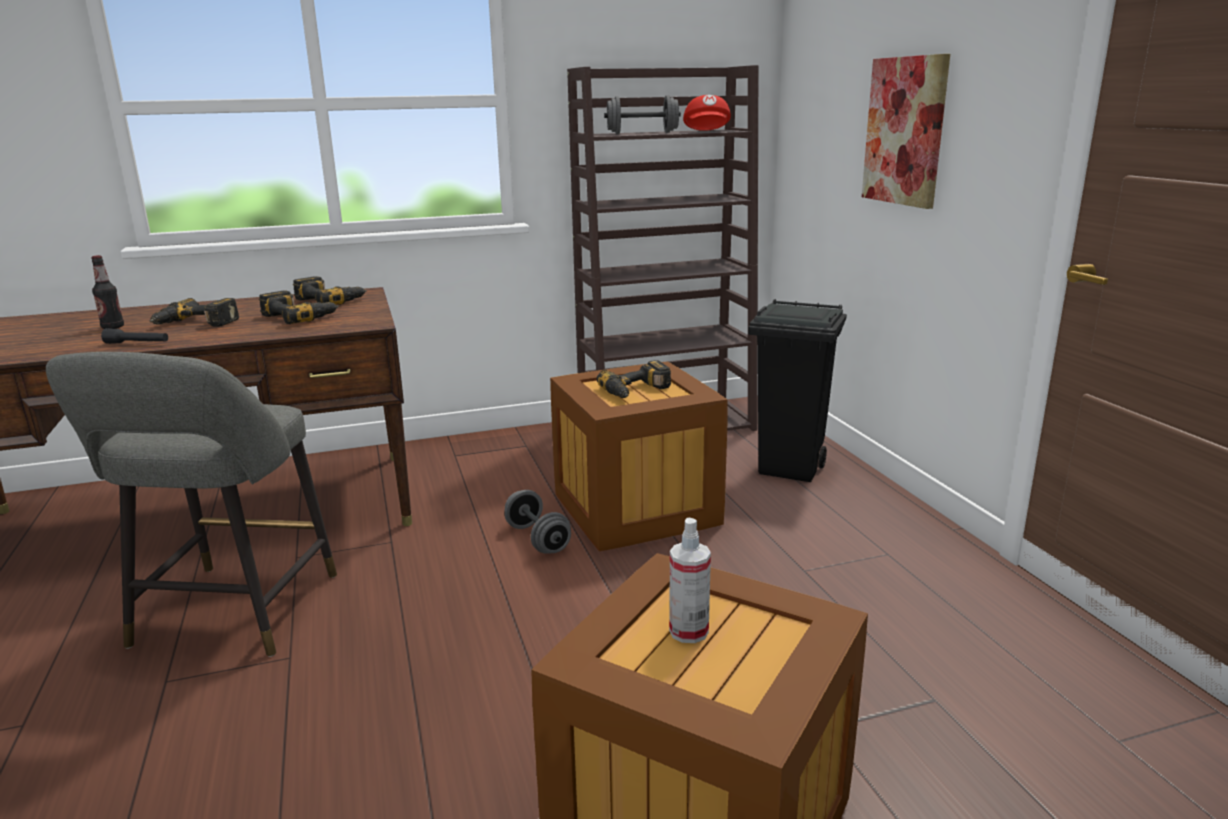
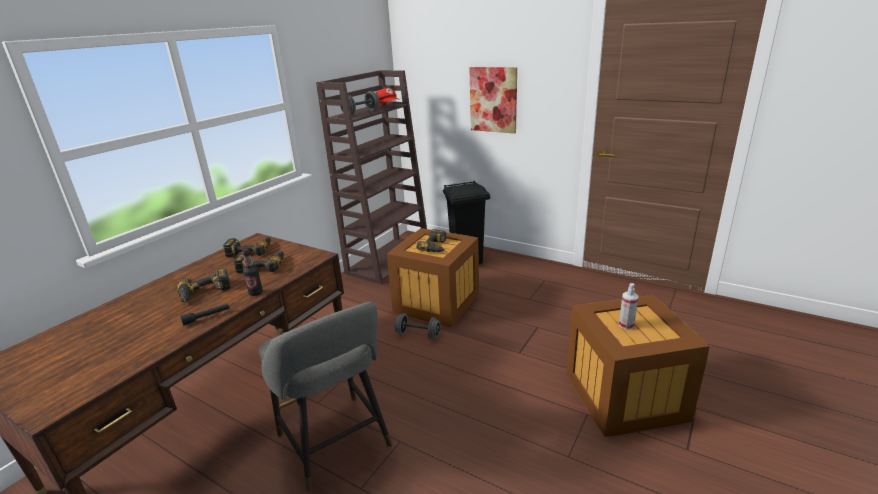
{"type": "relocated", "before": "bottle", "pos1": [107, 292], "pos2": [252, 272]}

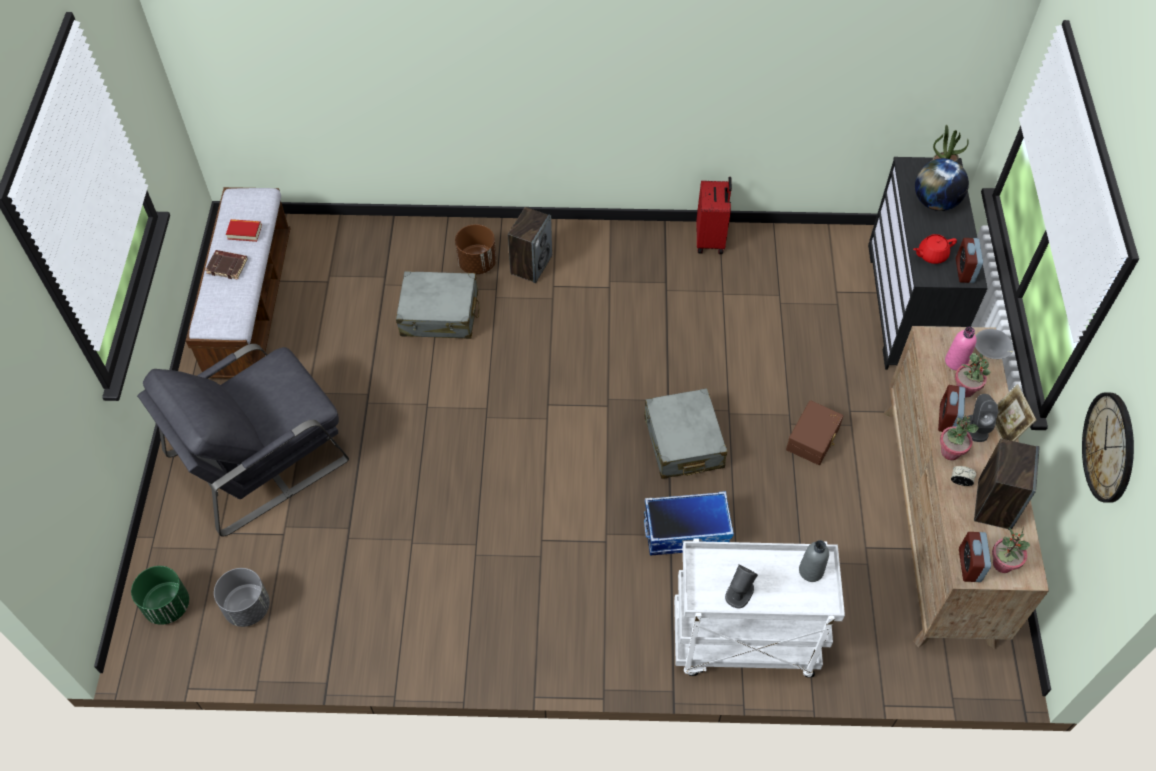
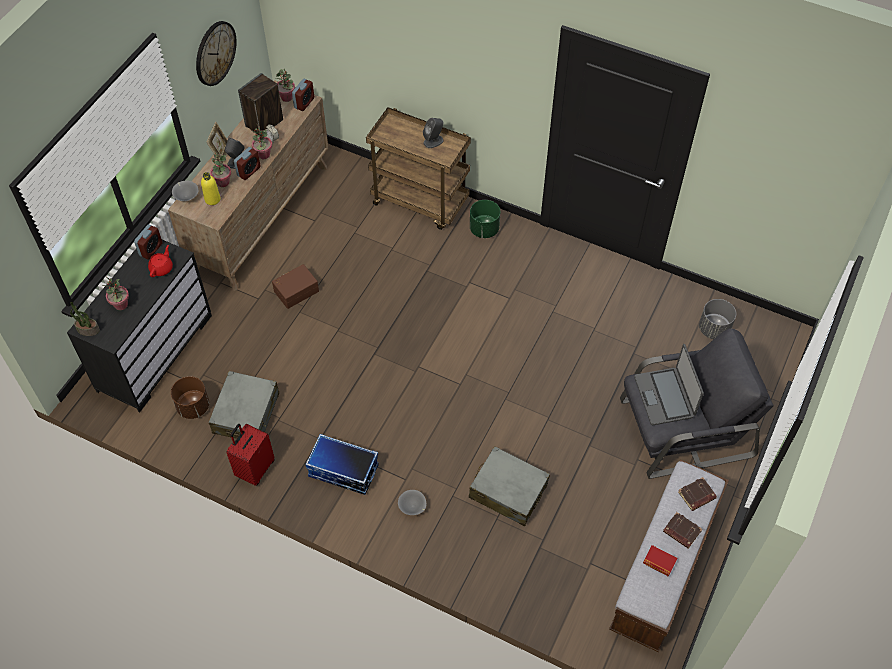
{"type": "relocated", "before": "green planter", "pos1": [160, 595], "pos2": [485, 219]}
{"type": "relocated", "before": "brown planter", "pos1": [475, 249], "pos2": [190, 397]}
{"type": "exchanged", "before": "speaker", "after": "grey bowl", "pos1": [530, 245], "pos2": [412, 502]}
{"type": "relocated", "before": "grey suitcase", "pos1": [685, 433], "pos2": [244, 405]}
{"type": "relocated", "before": "storage box", "pos1": [689, 523], "pos2": [342, 464]}
{"type": "colour", "before": "white cart", "after": "brown cart", "pos1": [759, 608], "pos2": [418, 168]}
{"type": "missing", "before": "grey bottle", "pos1": [814, 561]}
{"type": "spun", "before": "red teapot", "pos1": [935, 249], "pos2": [160, 261], "turn": -75}
{"type": "exchanged", "before": "globe", "after": "potted plant", "pos1": [942, 184], "pos2": [115, 293]}
{"type": "colour", "before": "pink bottle", "after": "yellow bottle", "pos1": [960, 349], "pos2": [210, 188]}
{"type": "appeared", "after": "laptop", "pos2": [669, 384]}
{"type": "appeared", "after": "brown book", "pos2": [697, 494]}

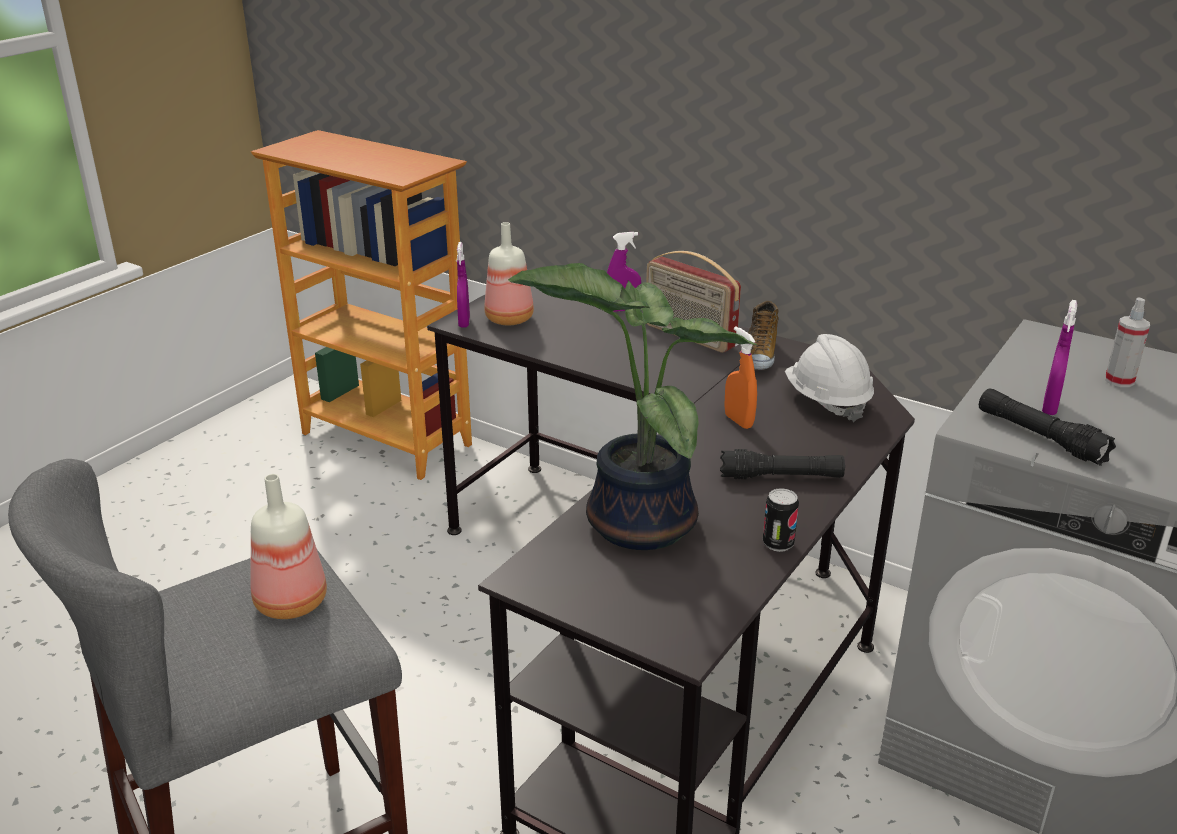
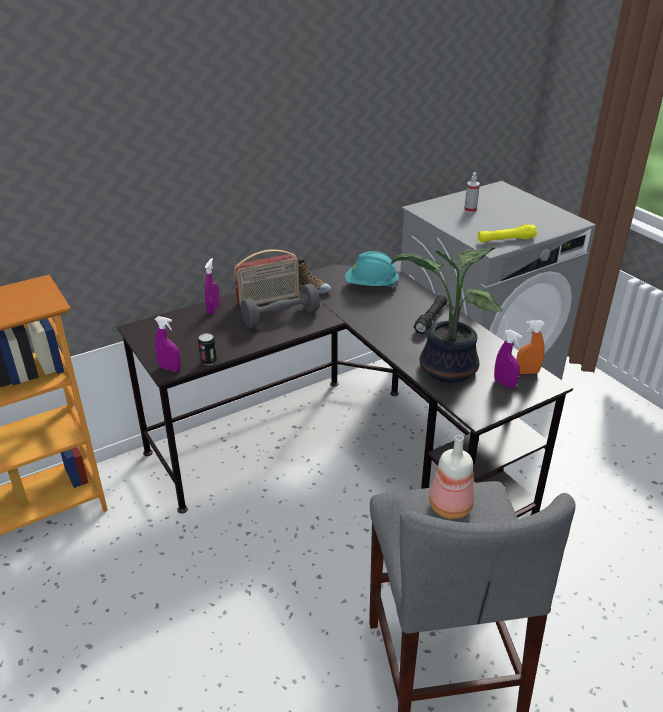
{"type": "missing", "before": "bottle", "pos1": [509, 273]}
{"type": "relocated", "before": "orange spray bottle", "pos1": [740, 378], "pos2": [530, 347]}
{"type": "relocated", "before": "can", "pos1": [781, 520], "pos2": [207, 349]}
{"type": "colour", "before": "white hard hat", "after": "turquoise hard hat", "pos1": [829, 378], "pos2": [372, 269]}
{"type": "colour", "before": "black flashlight", "after": "yellow flashlight", "pos1": [1047, 427], "pos2": [507, 233]}
{"type": "relocated", "before": "purple spray bottle", "pos1": [1059, 357], "pos2": [508, 359]}
{"type": "appeared", "after": "grey dumbbell", "pos2": [280, 305]}

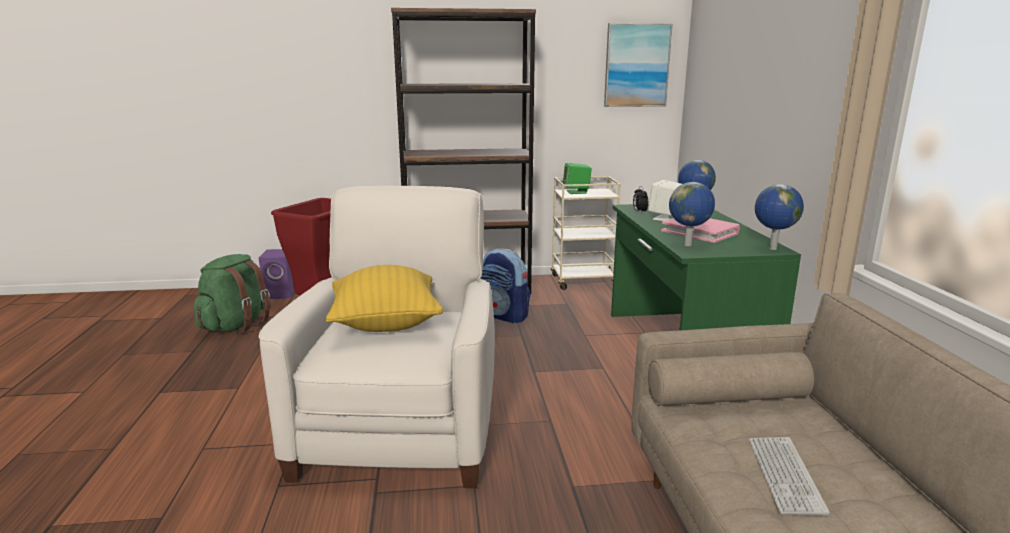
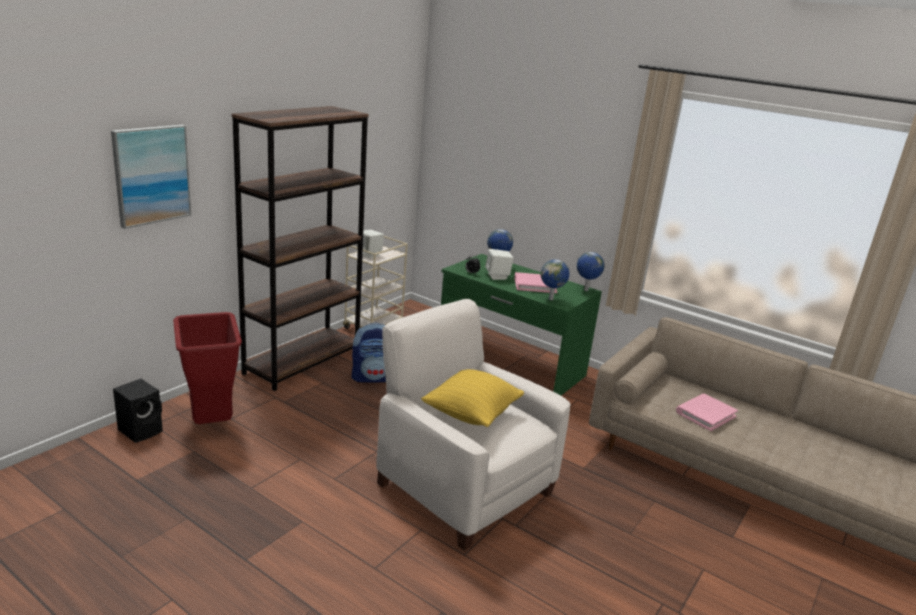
{"type": "missing", "before": "green backpack", "pos1": [232, 294]}
{"type": "colour", "before": "purple speaker", "after": "black speaker", "pos1": [277, 274], "pos2": [138, 411]}
{"type": "colour", "before": "green speaker", "after": "white speaker", "pos1": [577, 178], "pos2": [370, 244]}
{"type": "relocated", "before": "picture", "pos1": [638, 65], "pos2": [151, 177]}
{"type": "exchanged", "before": "keyboard", "after": "pink book", "pos1": [789, 476], "pos2": [707, 412]}

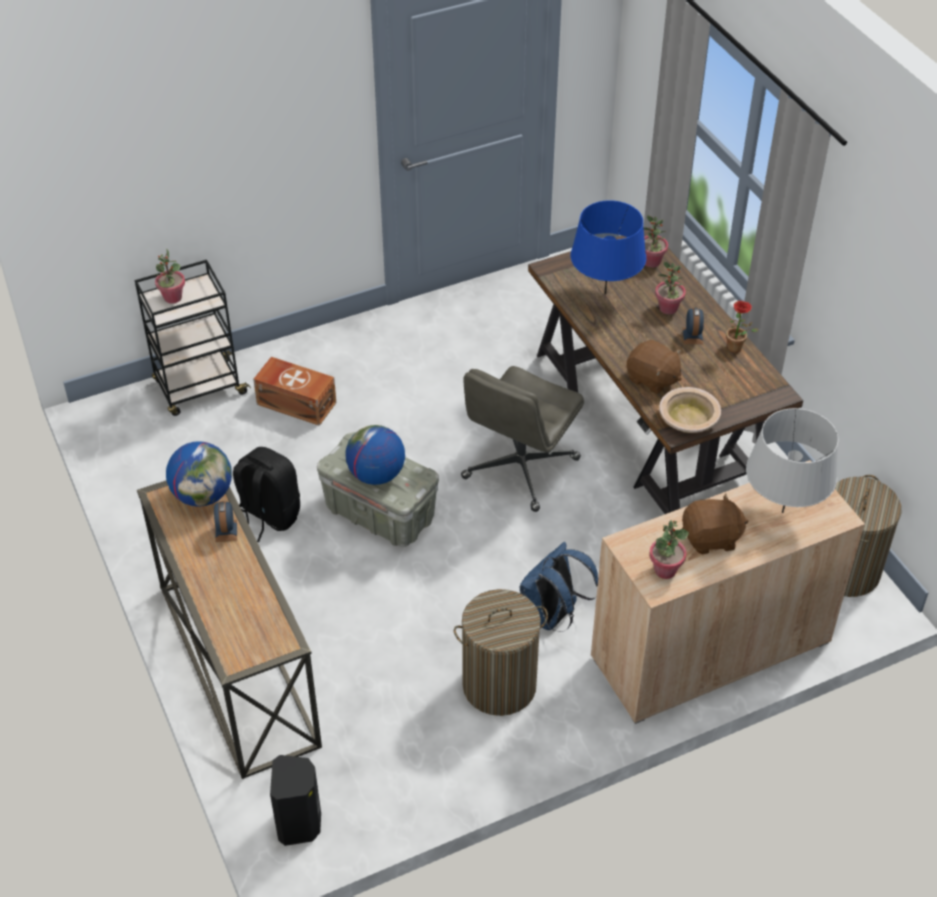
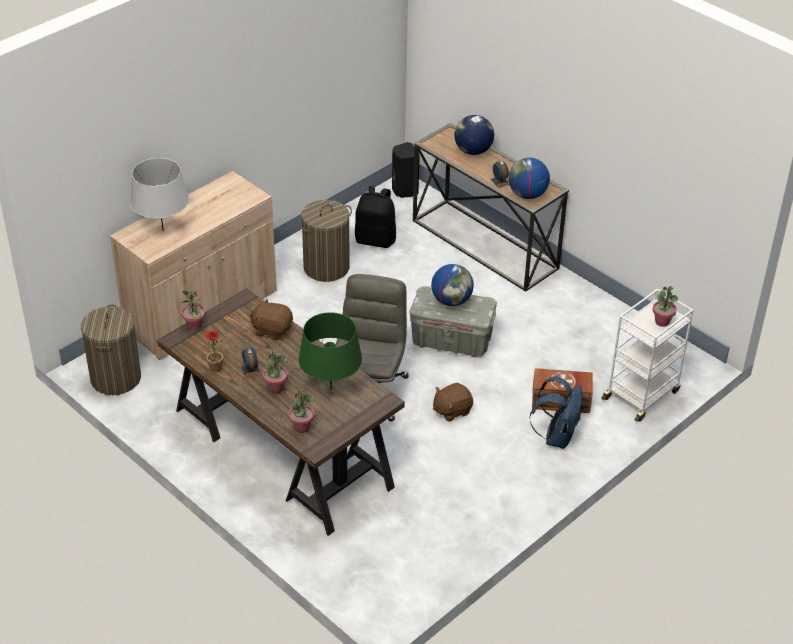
{"type": "colour", "before": "black cart", "after": "white cart", "pos1": [193, 338], "pos2": [647, 355]}
{"type": "relocated", "before": "black backpack", "pos1": [266, 494], "pos2": [375, 217]}
{"type": "relocated", "before": "blue backpack", "pos1": [559, 587], "pos2": [555, 412]}
{"type": "colour", "before": "blue table lamp", "after": "green table lamp", "pos1": [608, 247], "pos2": [330, 350]}
{"type": "relocated", "before": "potted plant", "pos1": [669, 549], "pos2": [193, 310]}
{"type": "missing", "before": "beige bowl", "pos1": [690, 410]}
{"type": "relocated", "before": "brown plush toy", "pos1": [715, 523], "pos2": [453, 402]}
{"type": "appeared", "after": "globe", "pos2": [474, 135]}

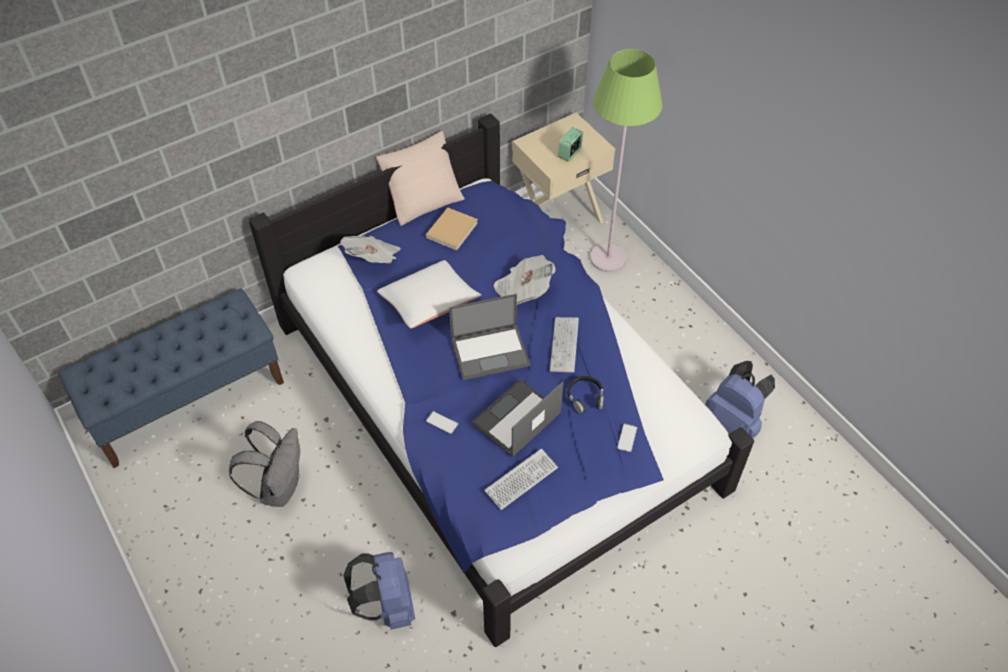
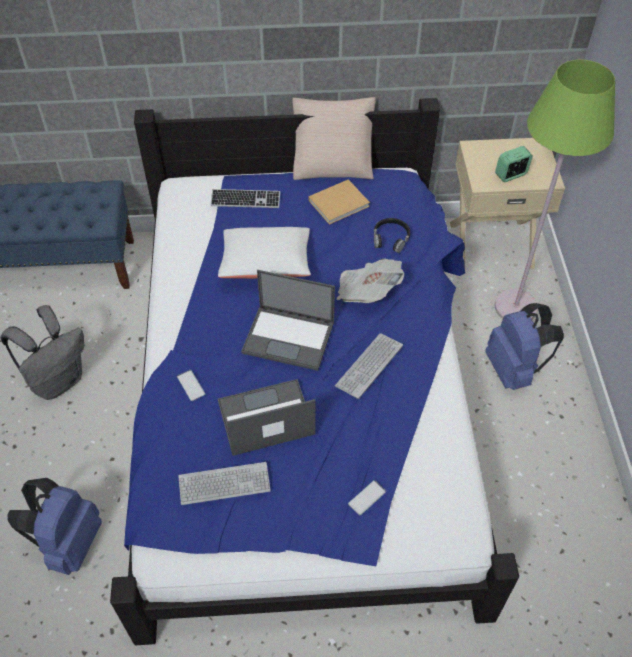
{"type": "exchanged", "before": "newspaper", "after": "keyboard", "pos1": [370, 249], "pos2": [245, 198]}
{"type": "relocated", "before": "black headphones", "pos1": [585, 395], "pos2": [392, 235]}
{"type": "relocated", "before": "blue backpack", "pos1": [740, 400], "pos2": [524, 346]}

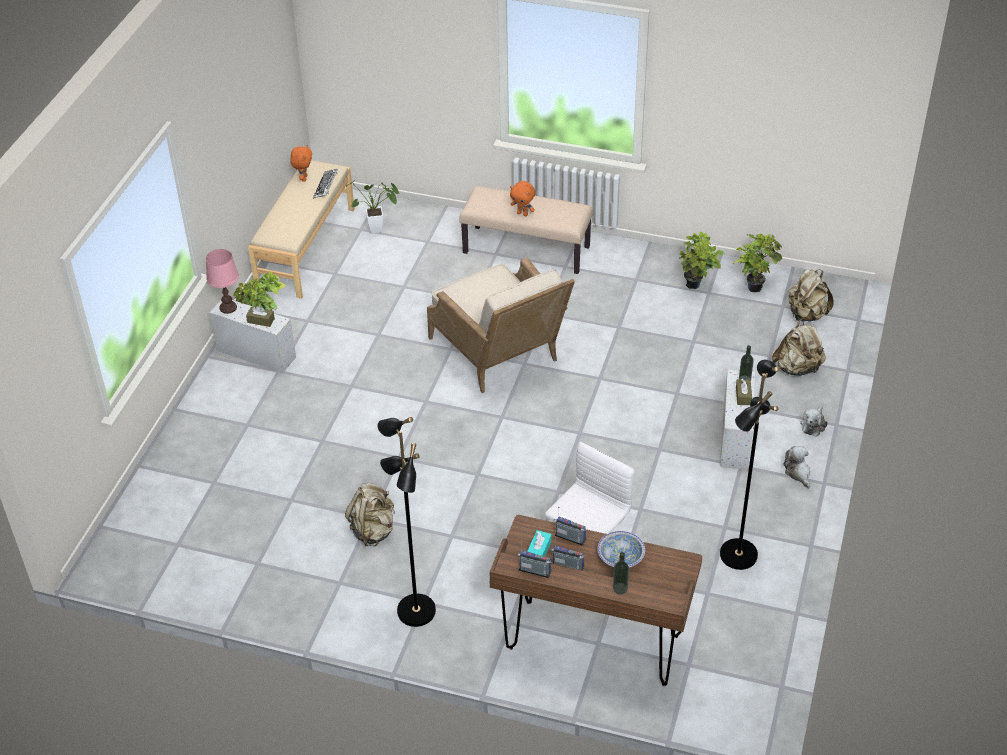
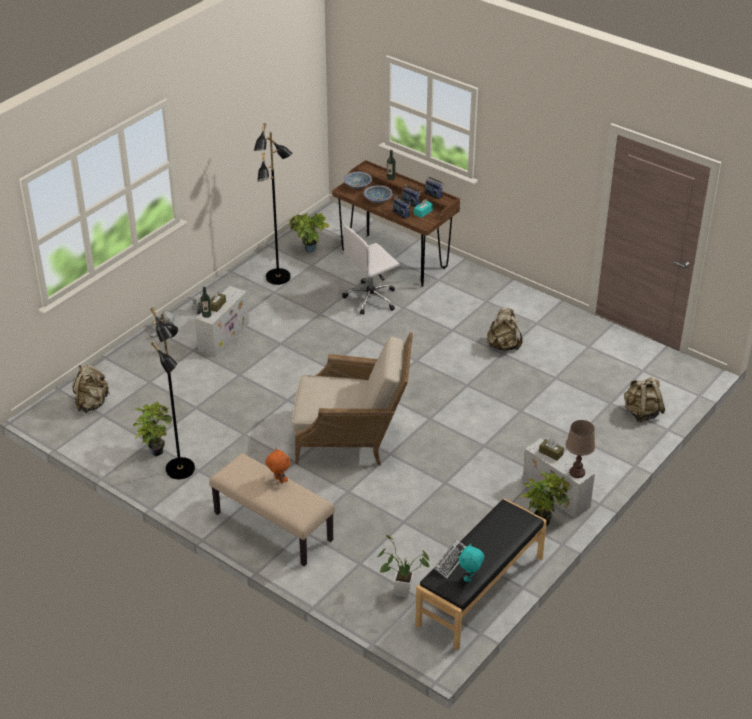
{"type": "colour", "before": "pink table lamp", "after": "brown table lamp", "pos1": [222, 281], "pos2": [580, 449]}
{"type": "colour", "before": "beige bench", "after": "black bench", "pos1": [301, 229], "pos2": [481, 574]}
{"type": "colour", "before": "orange plush toy", "after": "turquoise plush toy", "pos1": [301, 163], "pos2": [471, 562]}
{"type": "relocated", "before": "black floor lamp", "pos1": [406, 522], "pos2": [172, 393]}
{"type": "spun", "before": "beige armchair", "pos1": [501, 325], "pos2": [352, 398], "turn": 105}
{"type": "relocated", "before": "potted plant", "pos1": [757, 263], "pos2": [309, 233]}
{"type": "relocated", "before": "beige backpack", "pos1": [799, 347], "pos2": [644, 399]}
{"type": "appeared", "after": "bowl", "pos2": [357, 180]}

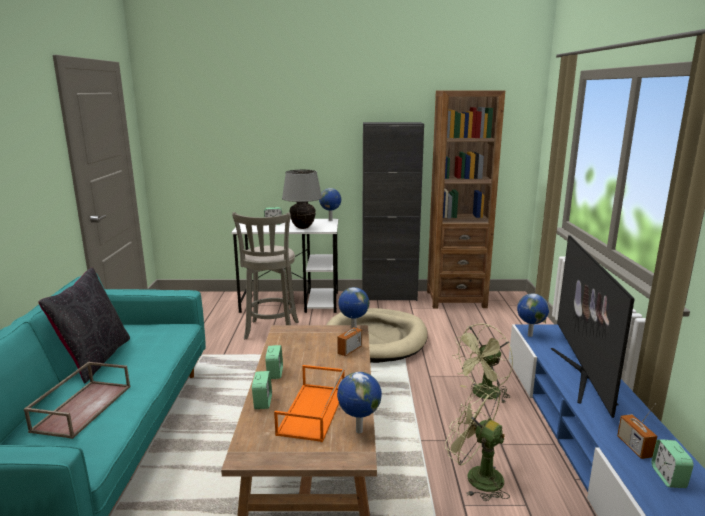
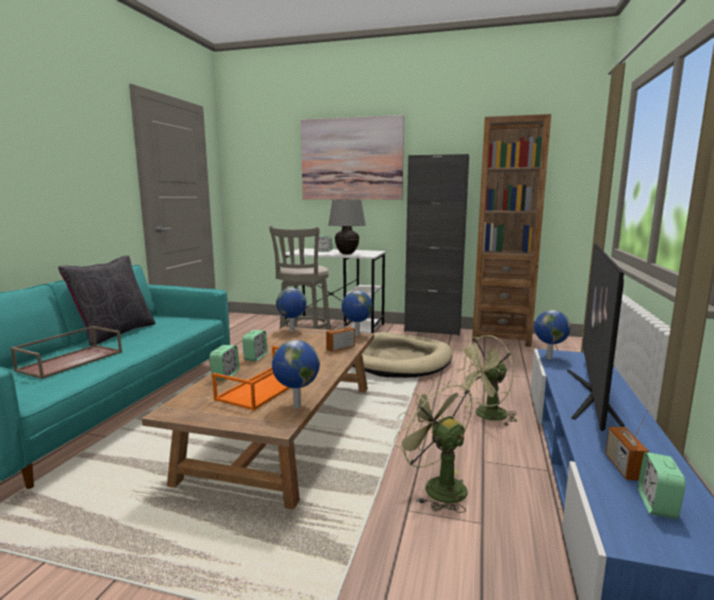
{"type": "relocated", "before": "globe", "pos1": [330, 204], "pos2": [291, 310]}
{"type": "appeared", "after": "picture", "pos2": [352, 157]}

